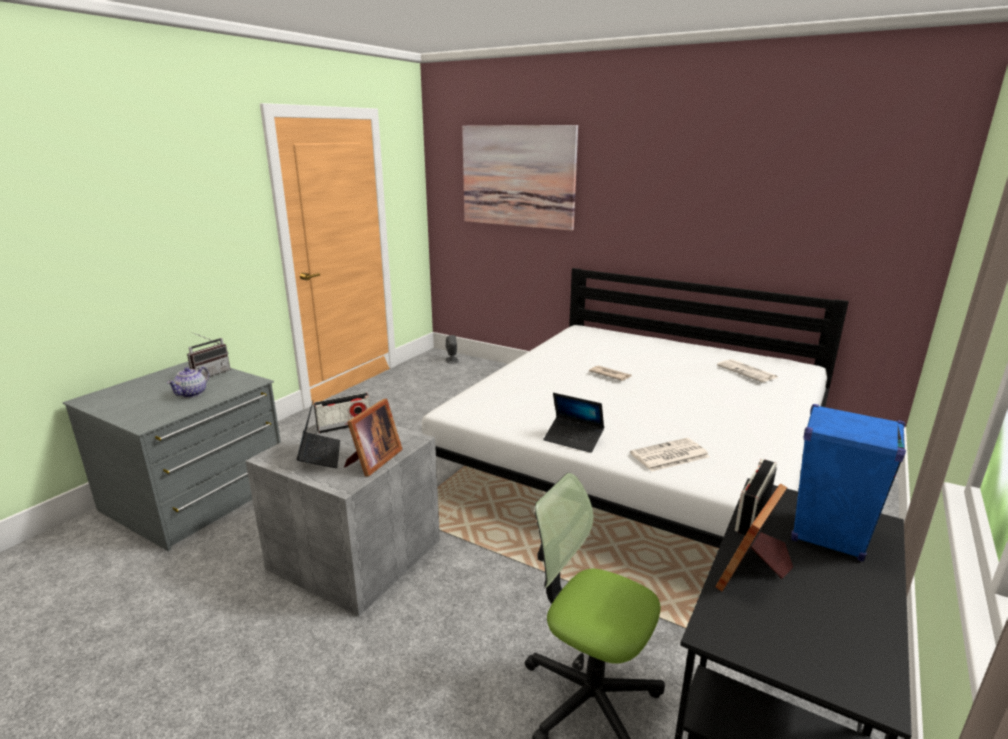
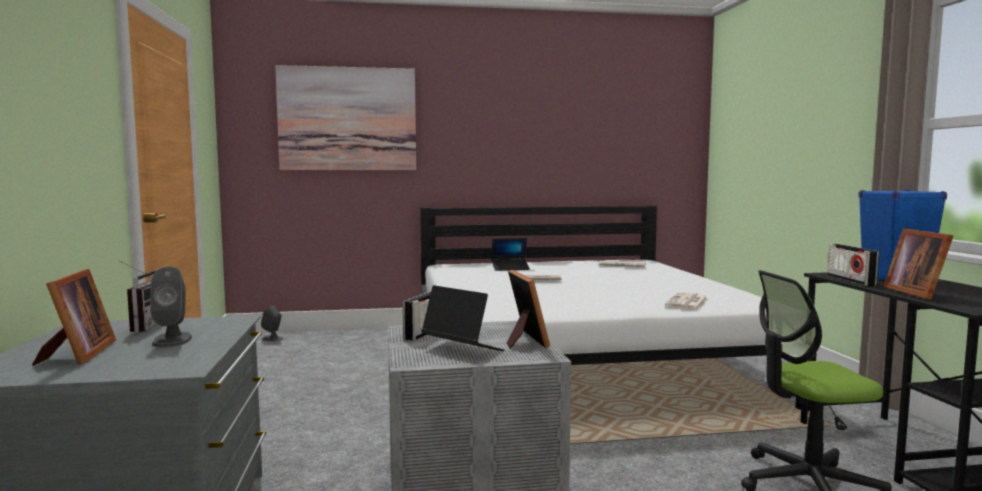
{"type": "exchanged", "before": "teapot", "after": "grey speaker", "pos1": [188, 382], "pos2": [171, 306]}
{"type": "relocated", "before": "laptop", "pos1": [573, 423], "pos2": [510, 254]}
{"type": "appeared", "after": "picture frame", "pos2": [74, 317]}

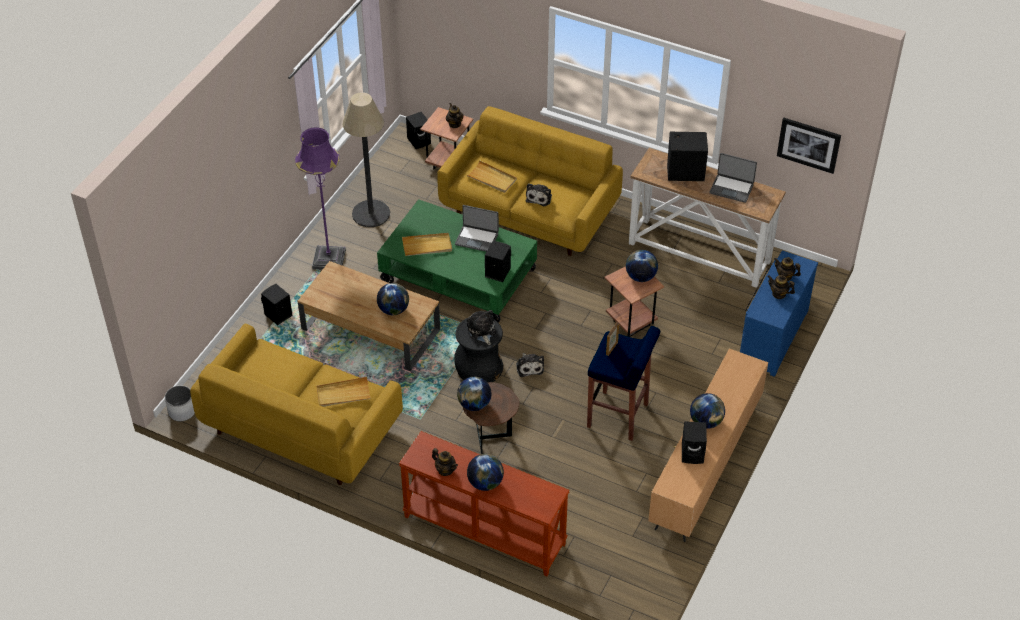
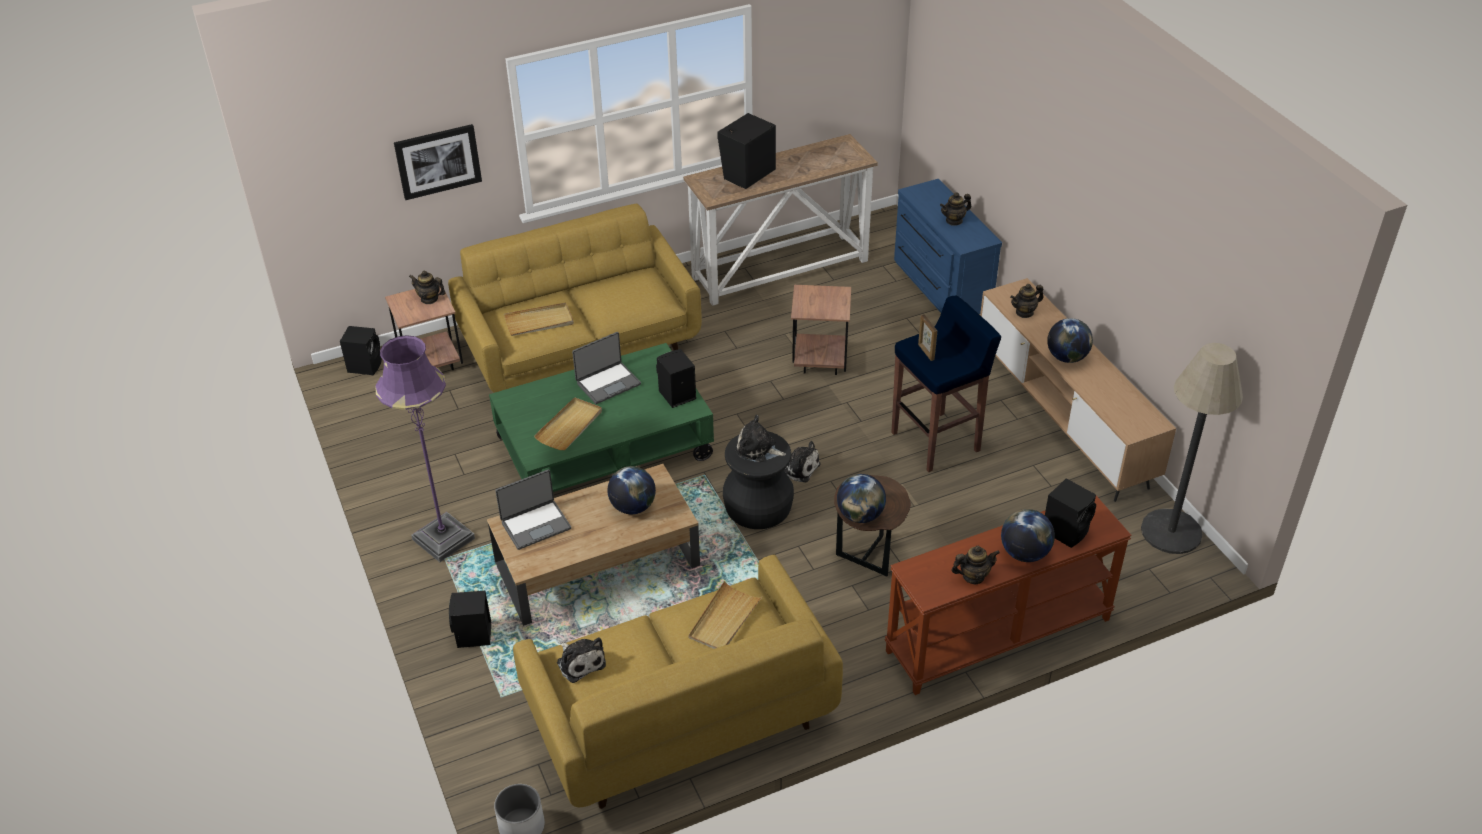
{"type": "relocated", "before": "floor lamp", "pos1": [366, 159], "pos2": [1192, 448]}
{"type": "relocated", "before": "plush toy", "pos1": [539, 194], "pos2": [581, 660]}
{"type": "missing", "before": "globe", "pos1": [642, 266]}
{"type": "relocated", "before": "black speaker", "pos1": [694, 442], "pos2": [1070, 513]}
{"type": "relocated", "before": "laptop", "pos1": [733, 178], "pos2": [533, 509]}
{"type": "relocated", "before": "teapot", "pos1": [787, 269], "pos2": [1026, 301]}
{"type": "relocated", "before": "picture", "pos1": [809, 145], "pos2": [438, 162]}

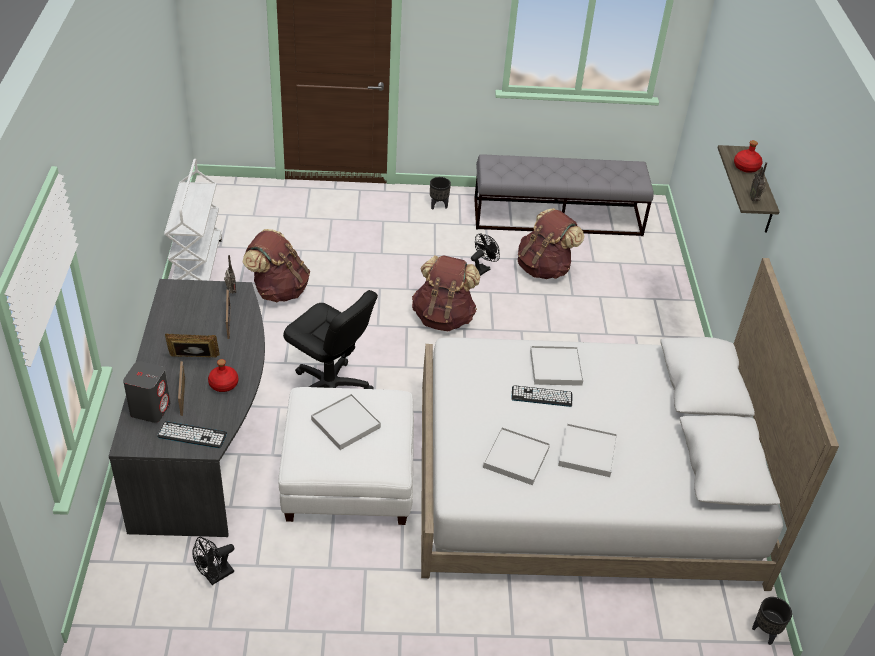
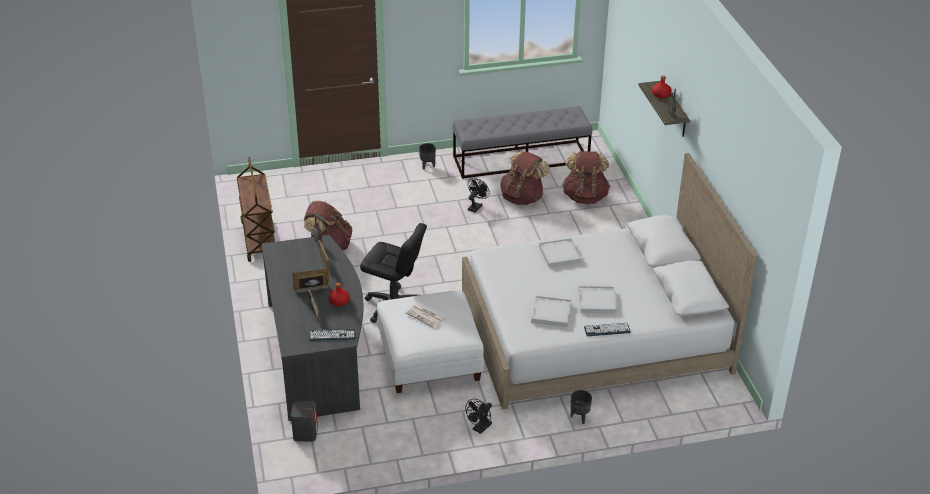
{"type": "relocated", "before": "grey speaker", "pos1": [146, 392], "pos2": [304, 421]}
{"type": "colour", "before": "white cart", "after": "brown cart", "pos1": [193, 220], "pos2": [256, 209]}
{"type": "relocated", "before": "black fan", "pos1": [213, 561], "pos2": [478, 416]}
{"type": "exchanged", "before": "white tray", "after": "newspaper", "pos1": [346, 422], "pos2": [425, 316]}
{"type": "relocated", "before": "brown backpack", "pos1": [446, 293], "pos2": [586, 177]}
{"type": "relocated", "before": "keyboard", "pos1": [541, 396], "pos2": [607, 329]}
{"type": "relocated", "before": "black planter", "pos1": [772, 621], "pos2": [581, 407]}

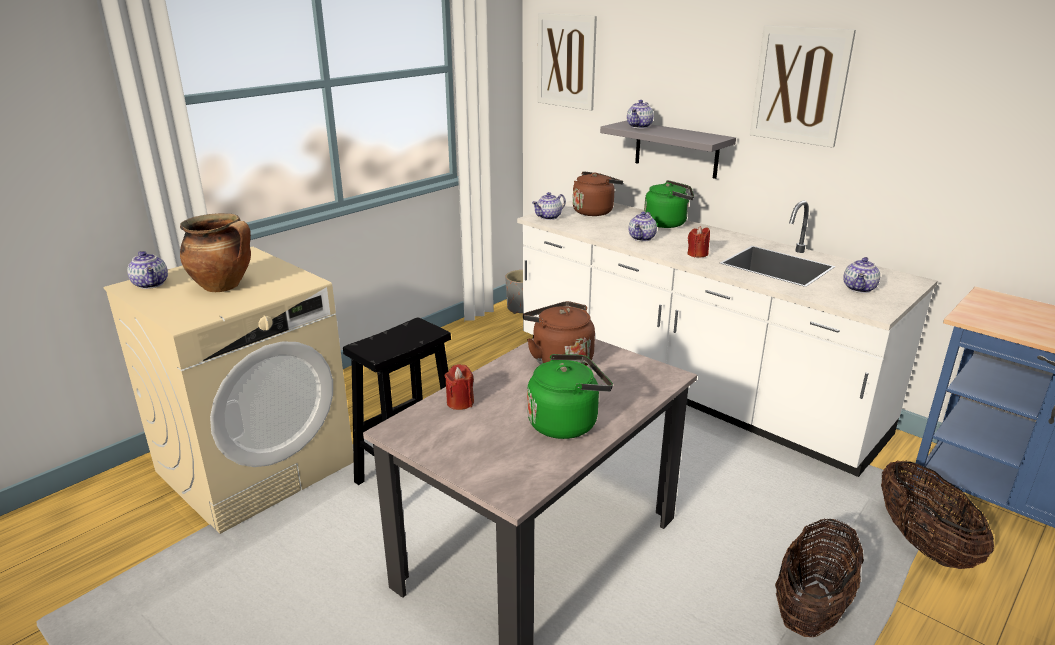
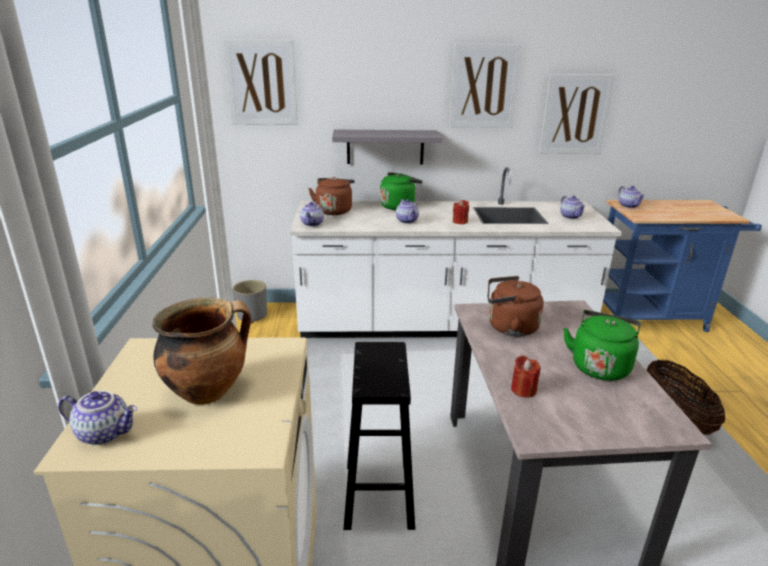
{"type": "relocated", "before": "teapot", "pos1": [640, 114], "pos2": [631, 197]}
{"type": "missing", "before": "basket", "pos1": [937, 514]}
{"type": "appeared", "after": "picture", "pos2": [577, 114]}

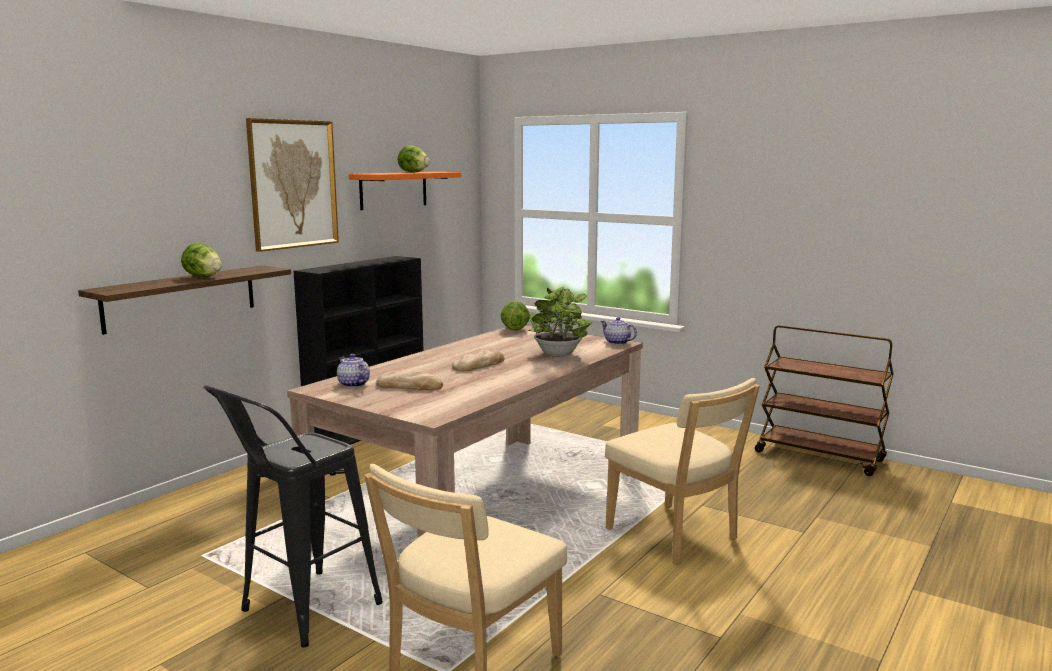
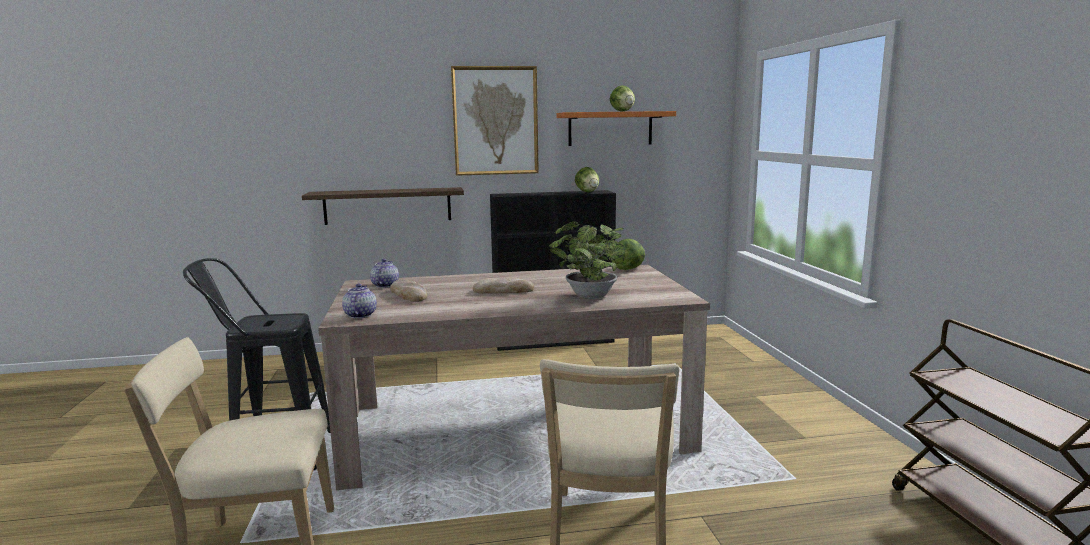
{"type": "relocated", "before": "lettuce", "pos1": [201, 260], "pos2": [587, 179]}
{"type": "relocated", "before": "teapot", "pos1": [619, 331], "pos2": [359, 301]}

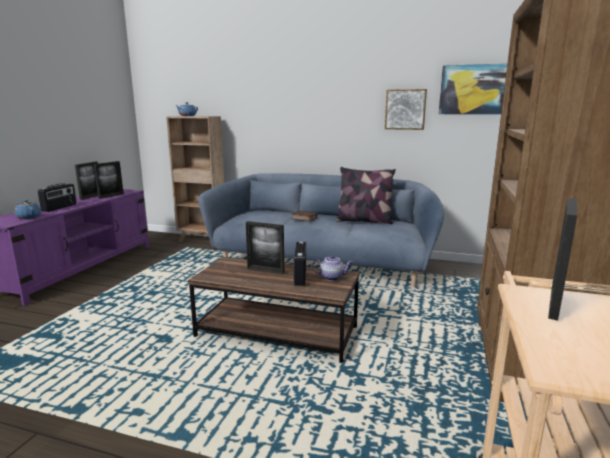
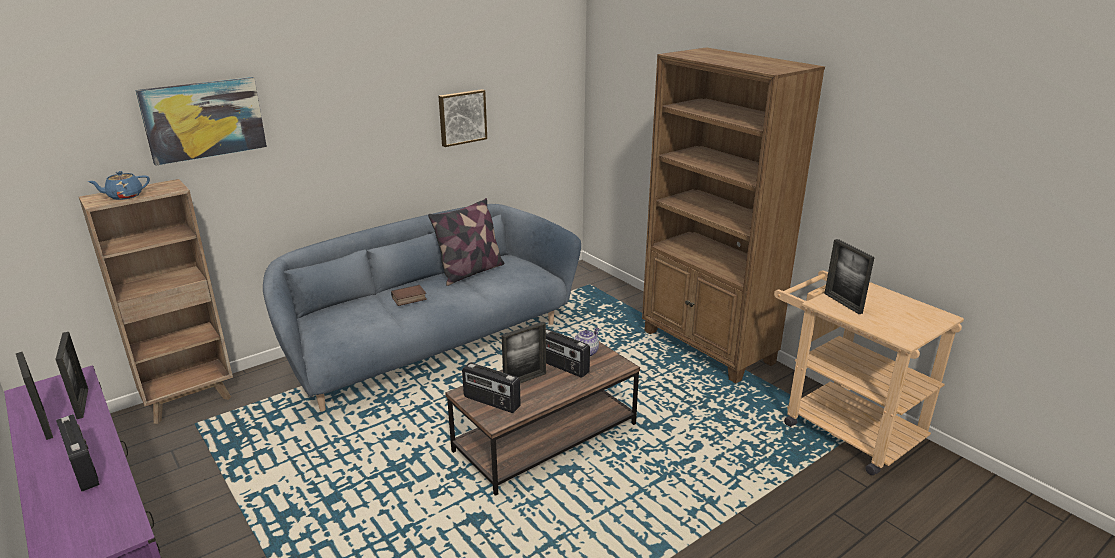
{"type": "missing", "before": "blue teapot", "pos1": [28, 209]}
{"type": "relocated", "before": "picture", "pos1": [473, 89], "pos2": [201, 121]}
{"type": "appeared", "after": "radio", "pos2": [491, 388]}

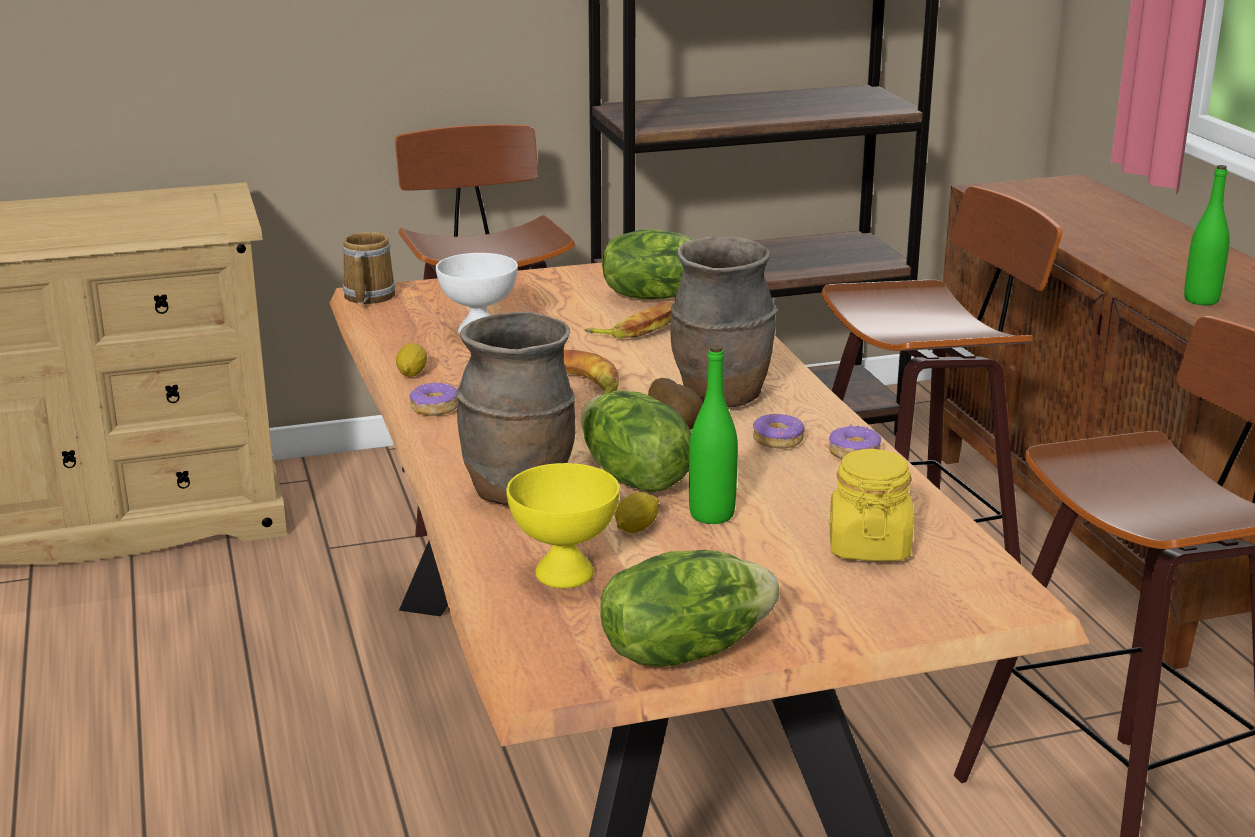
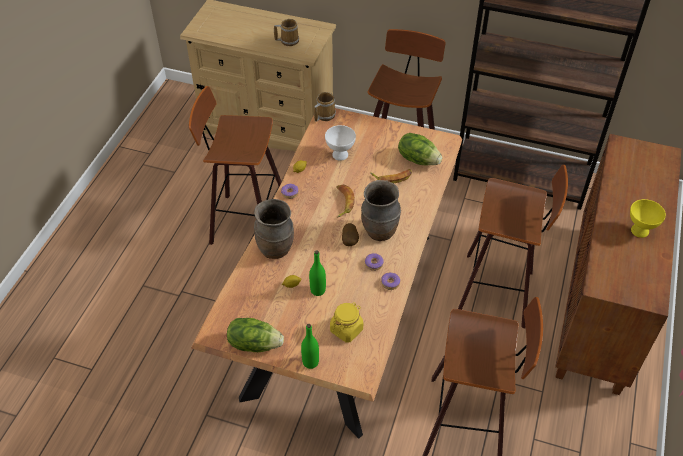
{"type": "relocated", "before": "yellow bowl", "pos1": [563, 525], "pos2": [648, 218]}
{"type": "missing", "before": "lettuce", "pos1": [636, 442]}
{"type": "relocated", "before": "green bottle", "pos1": [1207, 235], "pos2": [310, 346]}
{"type": "appeared", "after": "stool", "pos2": [235, 165]}
{"type": "appeared", "after": "mug", "pos2": [286, 32]}

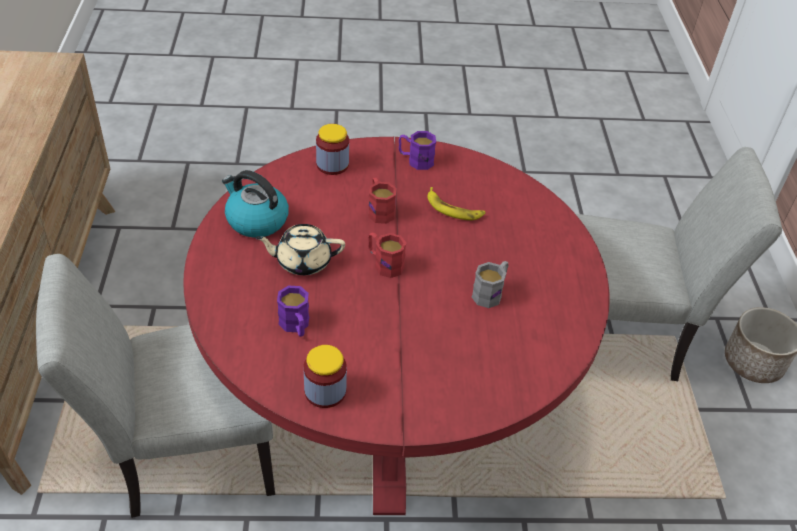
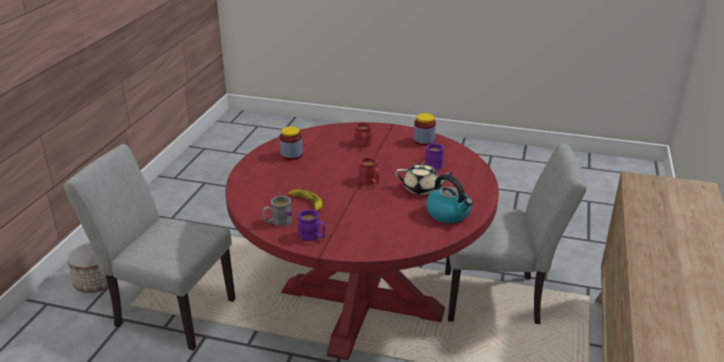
{"type": "relocated", "before": "jar", "pos1": [332, 149], "pos2": [291, 143]}
{"type": "relocated", "before": "red mug", "pos1": [382, 200], "pos2": [363, 134]}
{"type": "relocated", "before": "grey mug", "pos1": [490, 284], "pos2": [277, 211]}

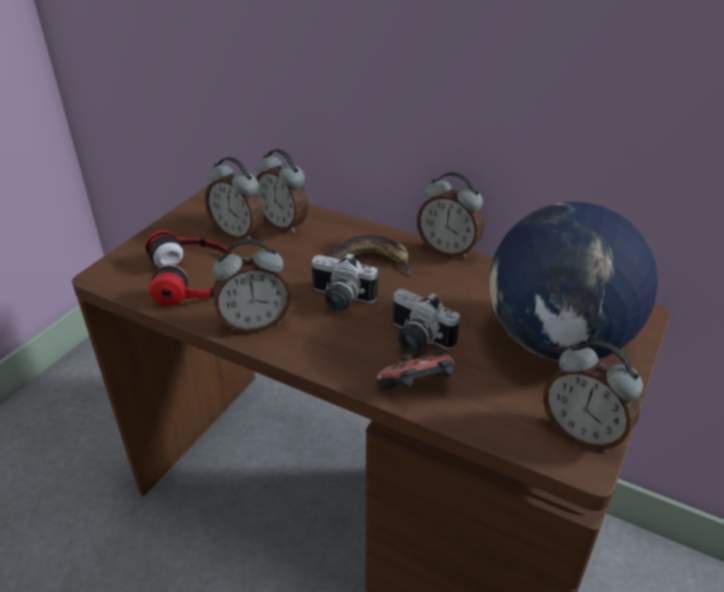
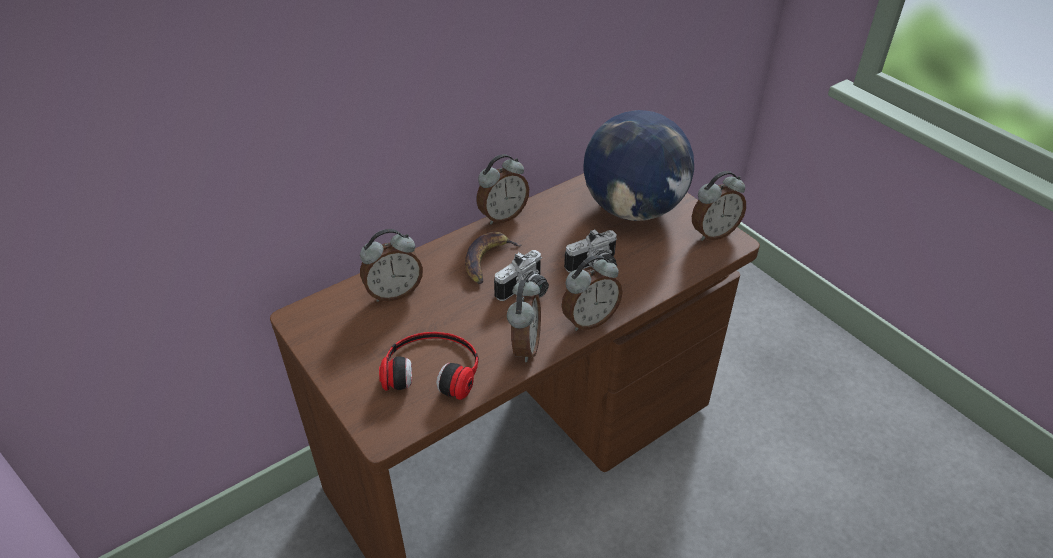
{"type": "relocated", "before": "alarm clock", "pos1": [234, 198], "pos2": [592, 293]}
{"type": "missing", "before": "game controller", "pos1": [415, 368]}

